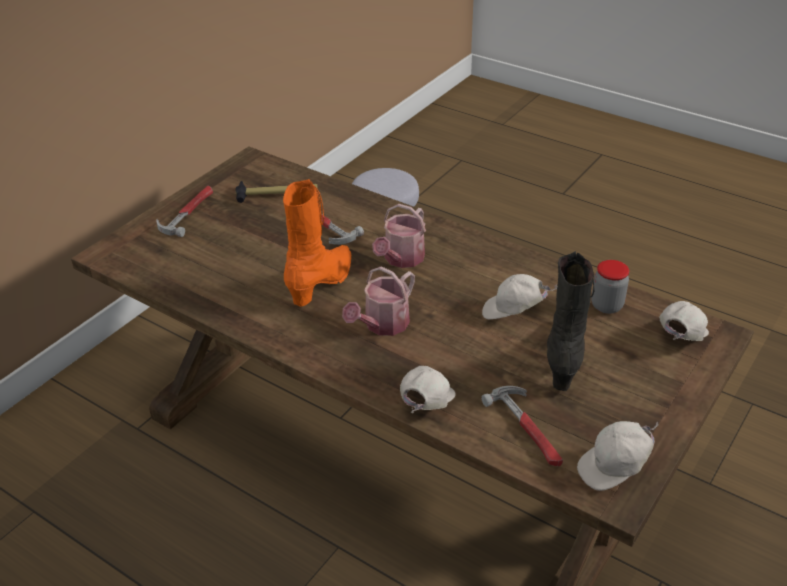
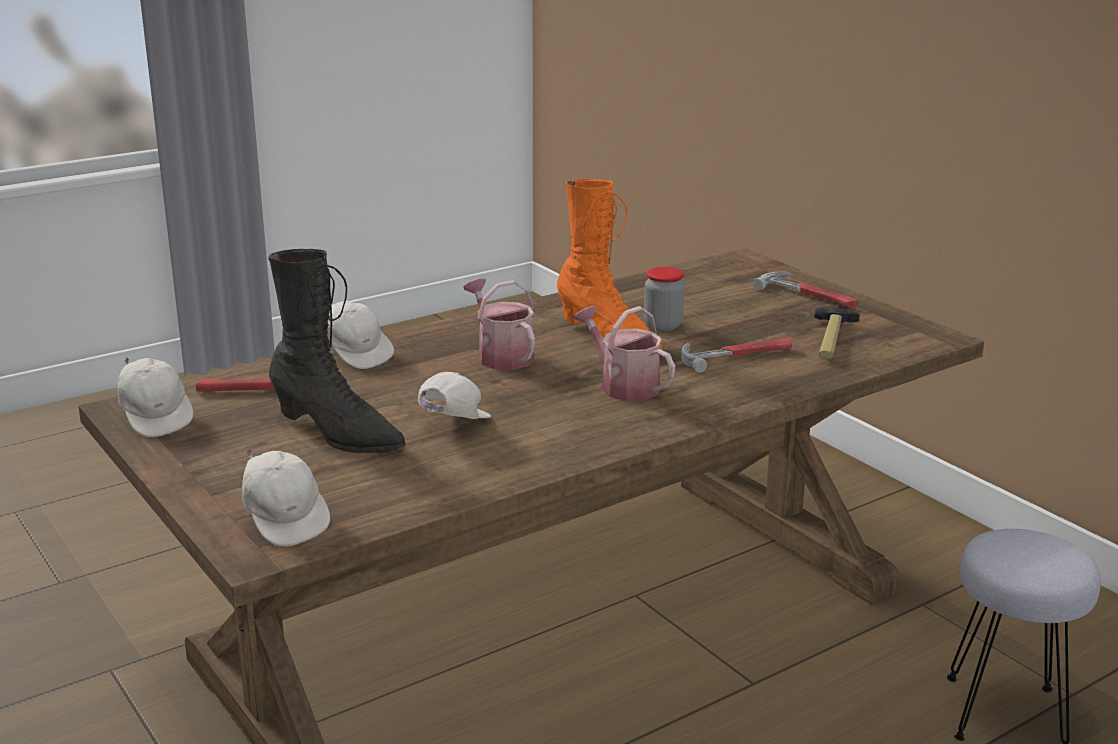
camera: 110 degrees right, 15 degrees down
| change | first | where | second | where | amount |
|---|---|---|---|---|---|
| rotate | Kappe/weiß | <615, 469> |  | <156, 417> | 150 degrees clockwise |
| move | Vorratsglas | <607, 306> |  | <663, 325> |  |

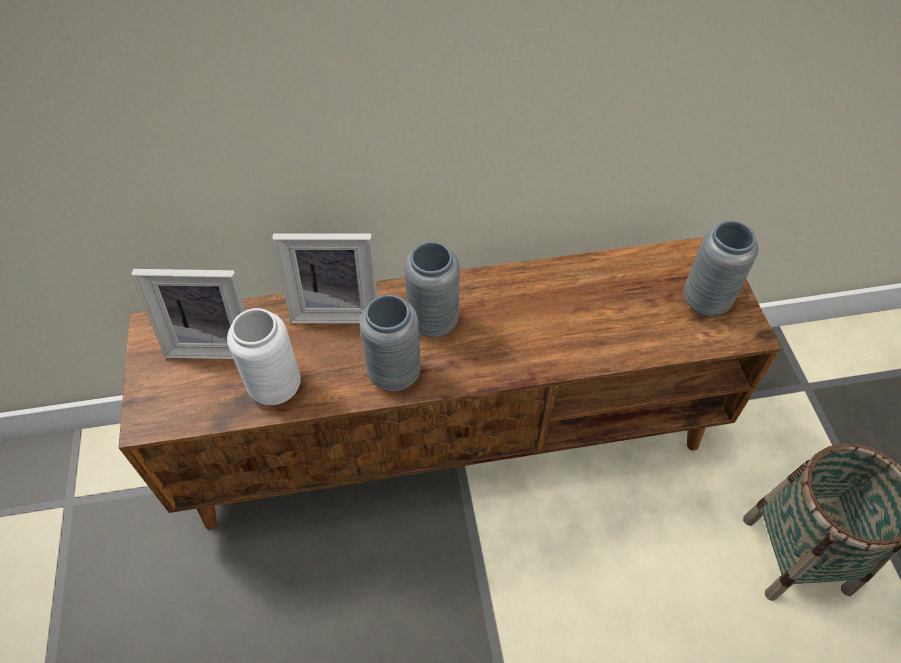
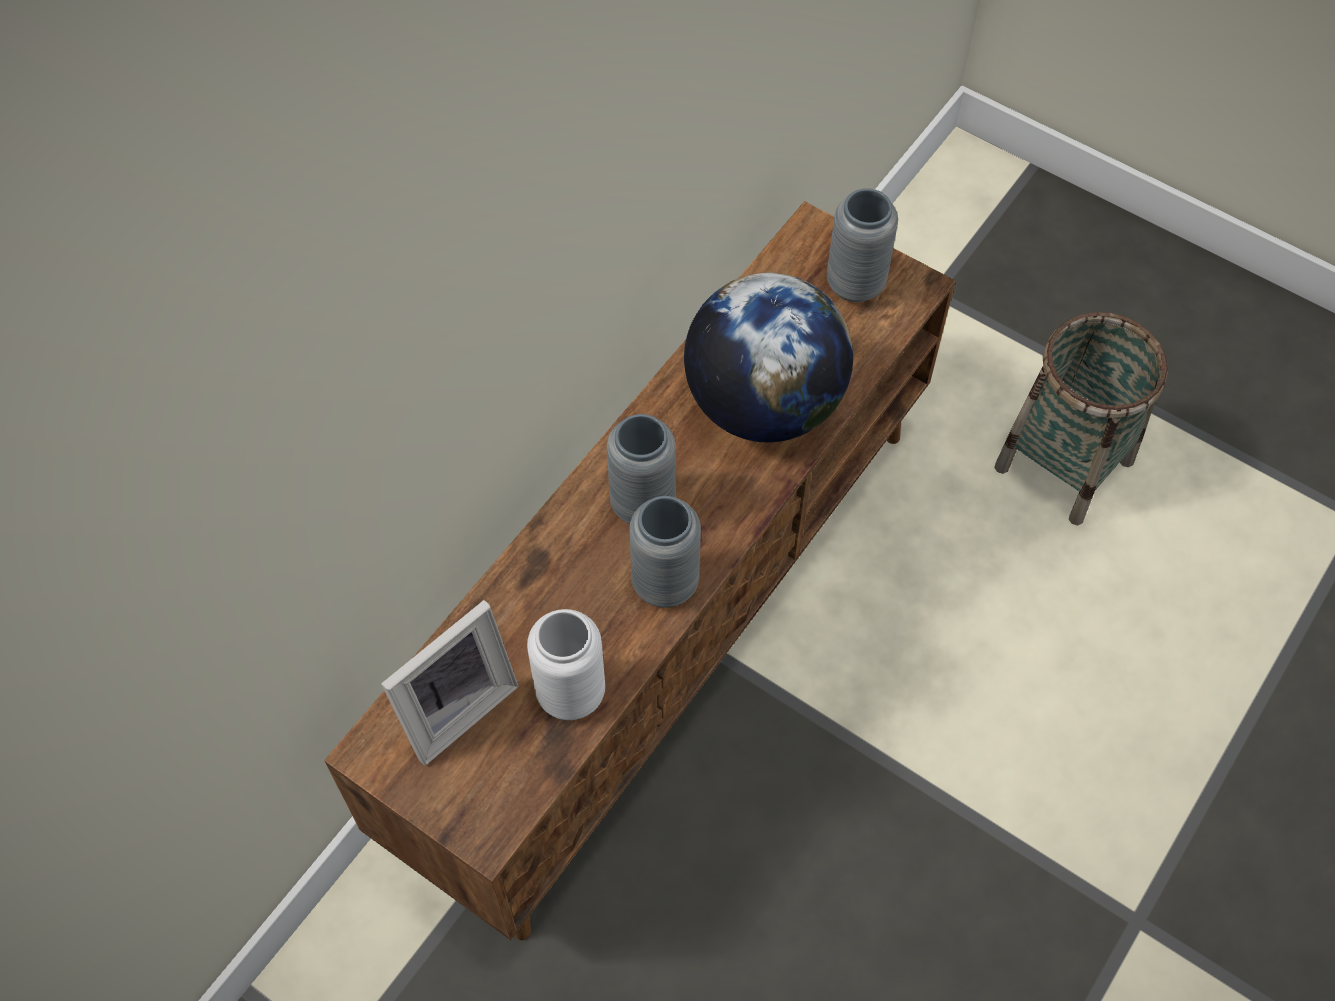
camera: 45 degrees left, 5 degrees up
| change | first | where | second | where | amount |
|---|---|---|---|---|---|
| delete | Bilderrahmen | <336, 307> |  |  |  |
| insert |  |  | Globus | <763, 405> |  |

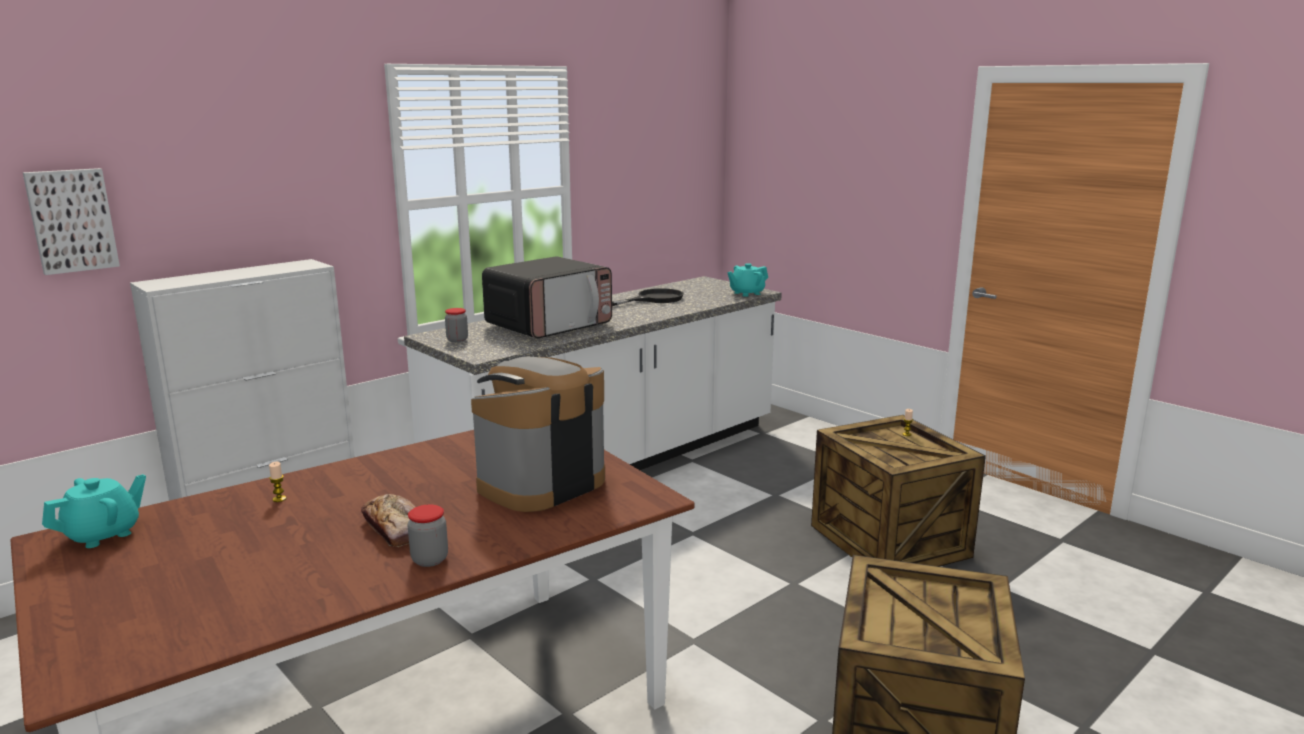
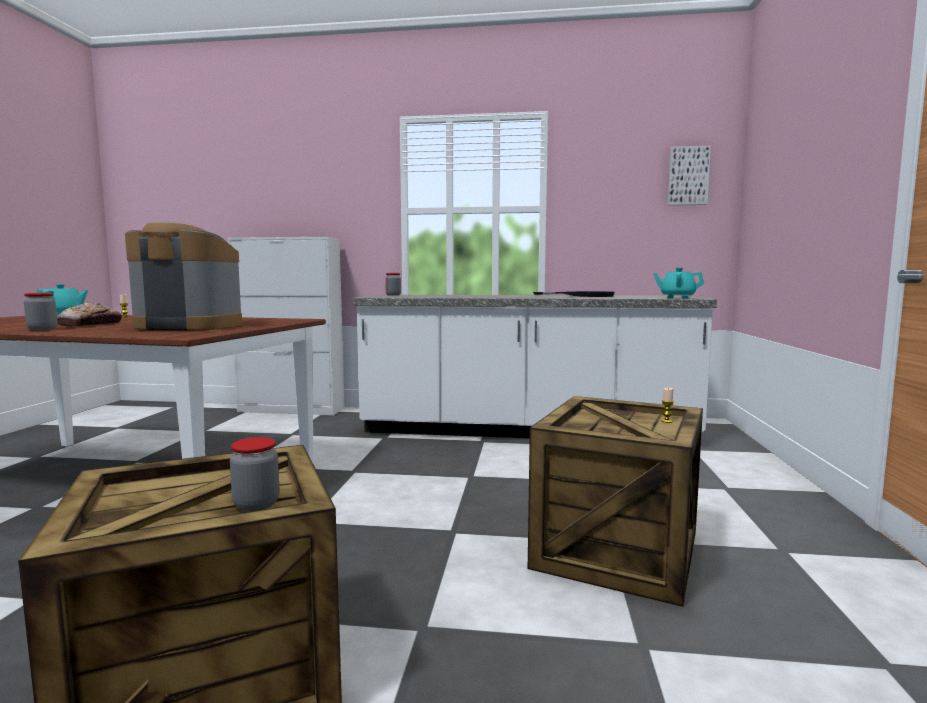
camera: 50 degrees right, 10 degrees down
| change | first | where | second | where | amount |
|---|---|---|---|---|---|
| move | Bild | <71, 220> |  | <688, 176> |  |
| delete | Mikrowelle | <549, 325> |  |  |  |
| insert |  |  | Vorratsglas | <256, 504> |  |

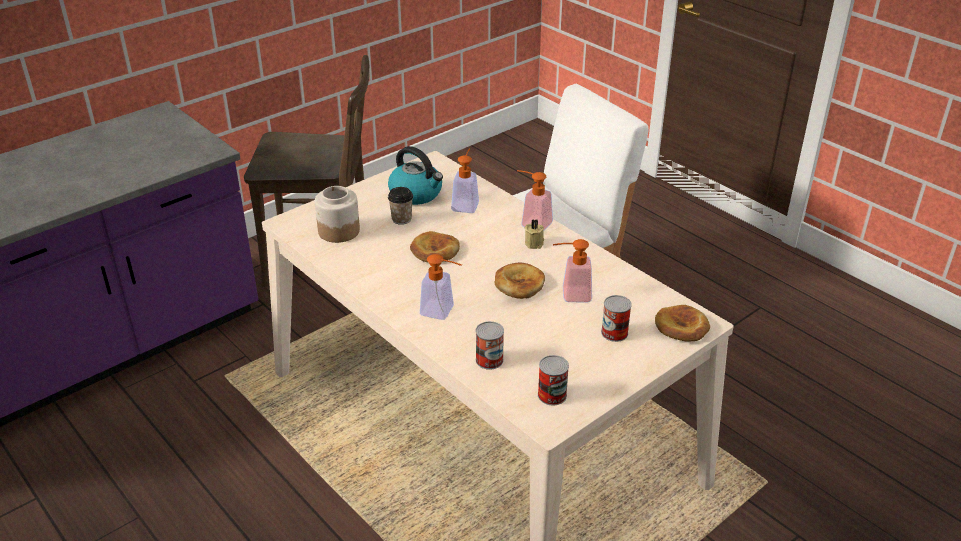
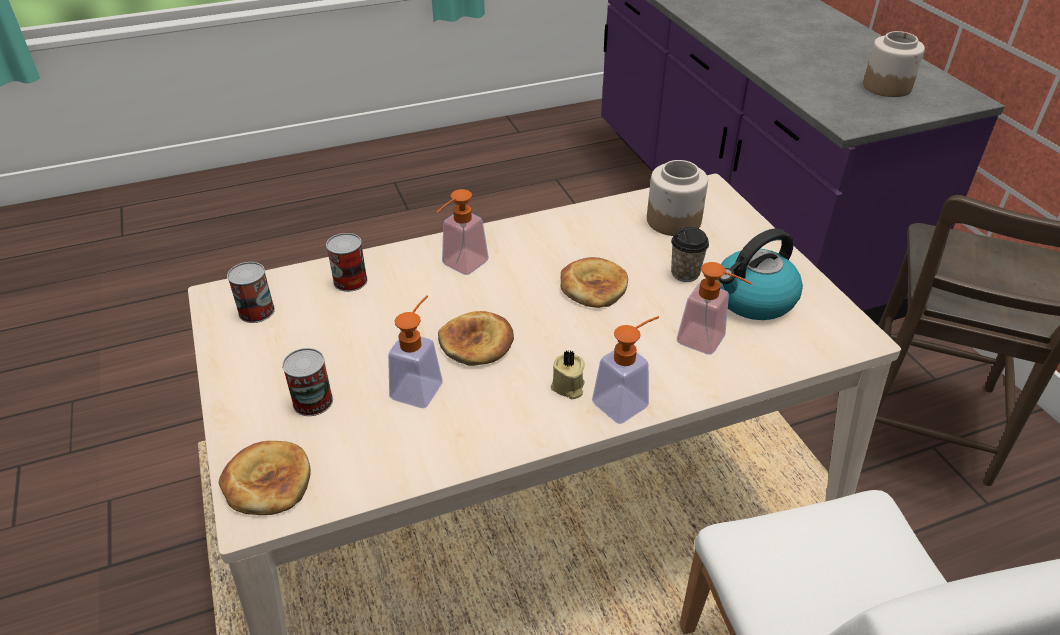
camera: 110 degrees right, 5 degrees up
| change | first | where | second | where | amount |
|---|---|---|---|---|---|
| insert |  |  | Vorratsglas | <887, 86> |  |

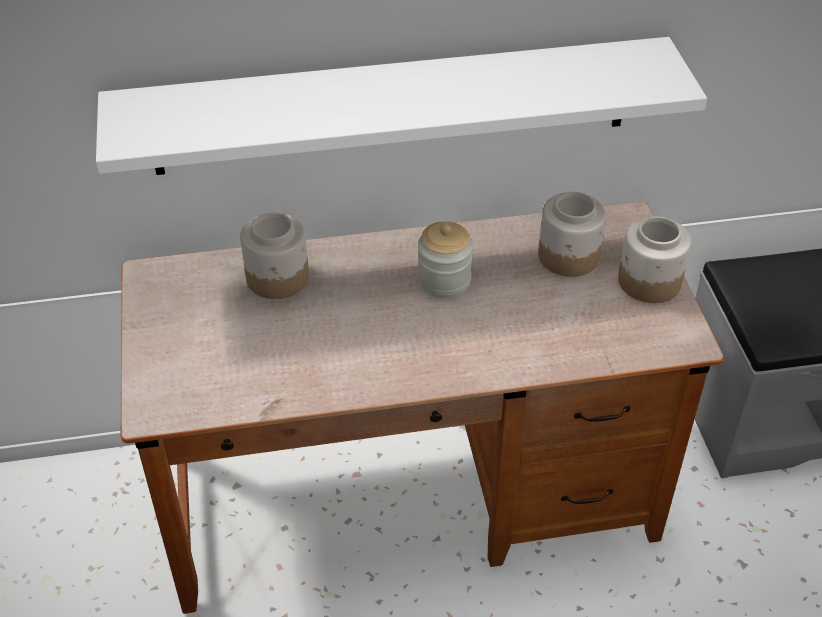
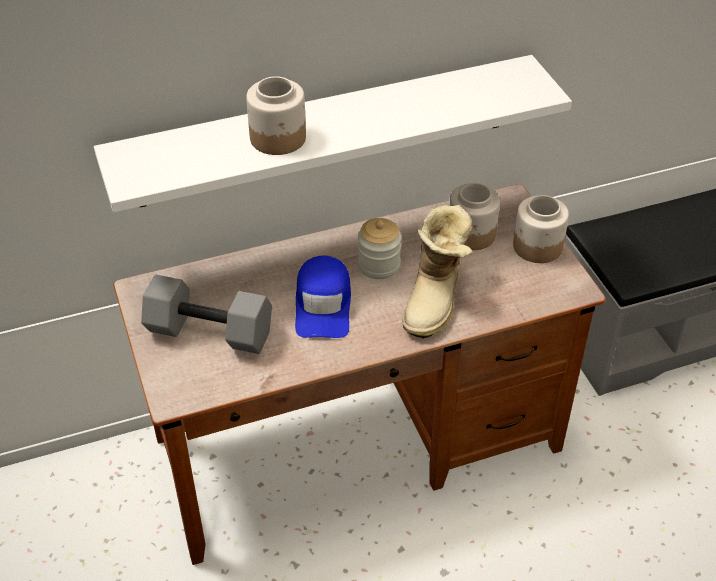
camera: 10 degrees left, 0 degrees up
| change | first | where | second | where | amount |
|---|---|---|---|---|---|
| move | Vorratsglas | <278, 278> |  | <278, 138> |  |
| insert |  |  | Hantel/grau | <208, 333> |  |
| insert |  |  | Kappe/blau | <323, 305> |  |
| insert |  |  | Stiefel | <436, 301> |  |

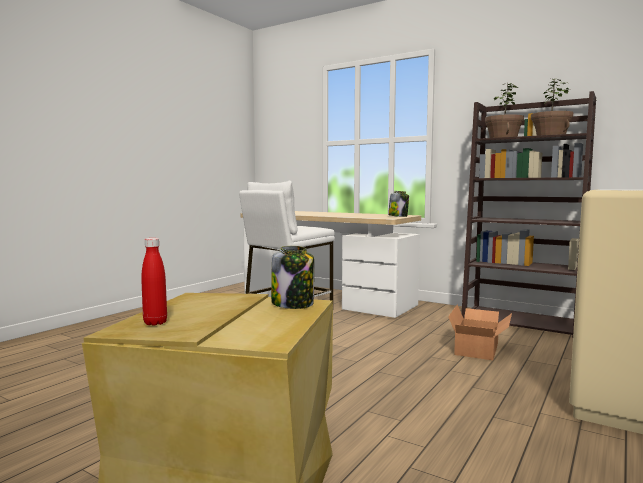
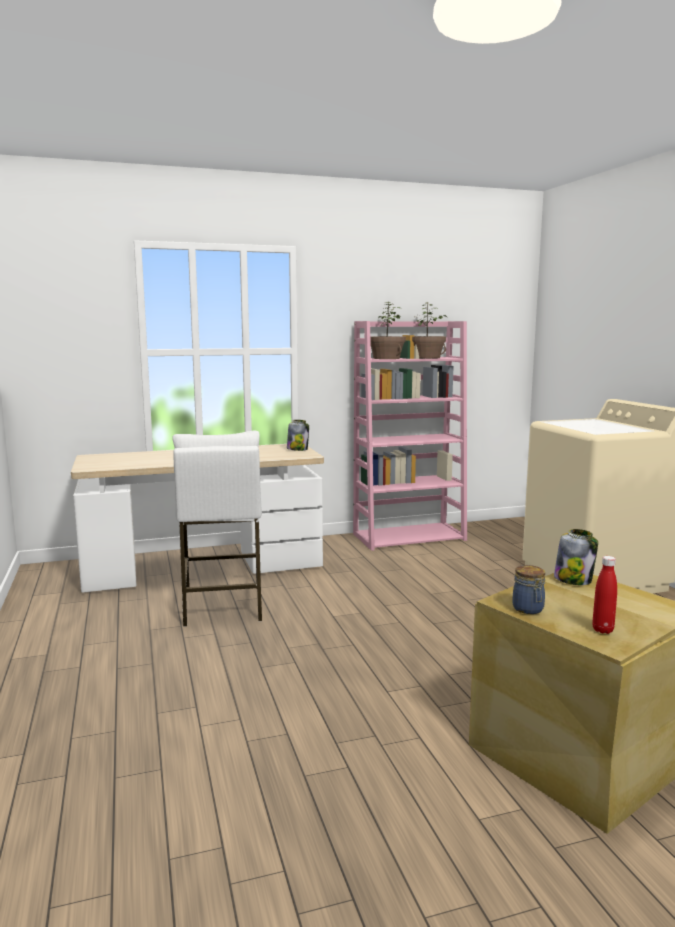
camera: 50 degrees left, 5 degrees up
| change | first | where | second | where | amount |
|---|---|---|---|---|---|
| delete | Karton | <479, 348> |  |  |  |
| recolor | Bücherregal/braun | <522, 322> | Bücherregal/rosa | <409, 537> |  |
| insert |  |  | Vorratsglas | <528, 609> |  |

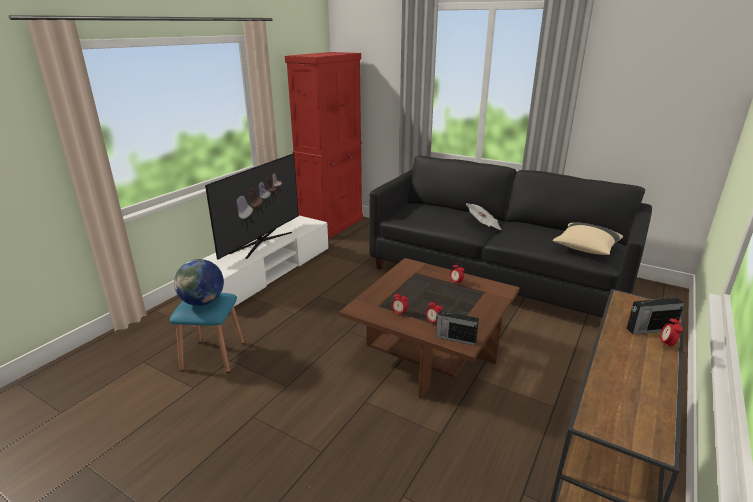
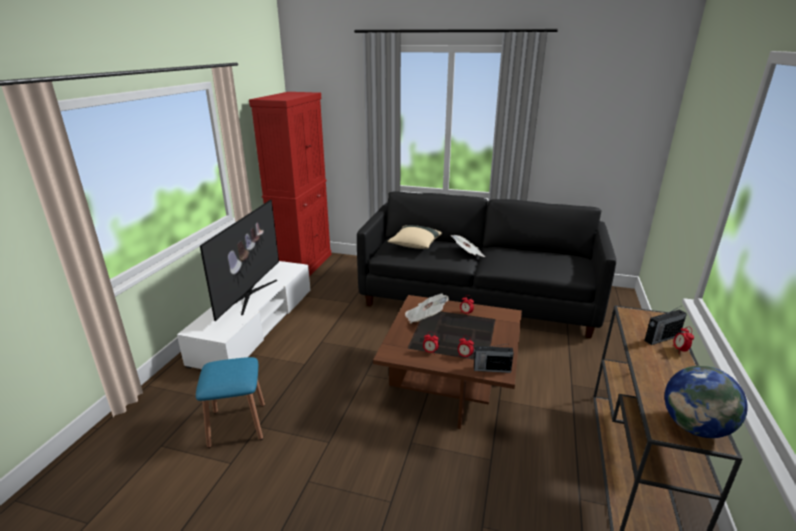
camera: 15 degrees left, 0 degrees up
| change | first | where | second | where | amount |
|---|---|---|---|---|---|
| move | Globus | <203, 302> |  | <695, 427> |  |
| move | Kissen/beige | <585, 249> |  | <414, 245> |  |
| insert |  |  | Zeitung | <425, 318> |  |

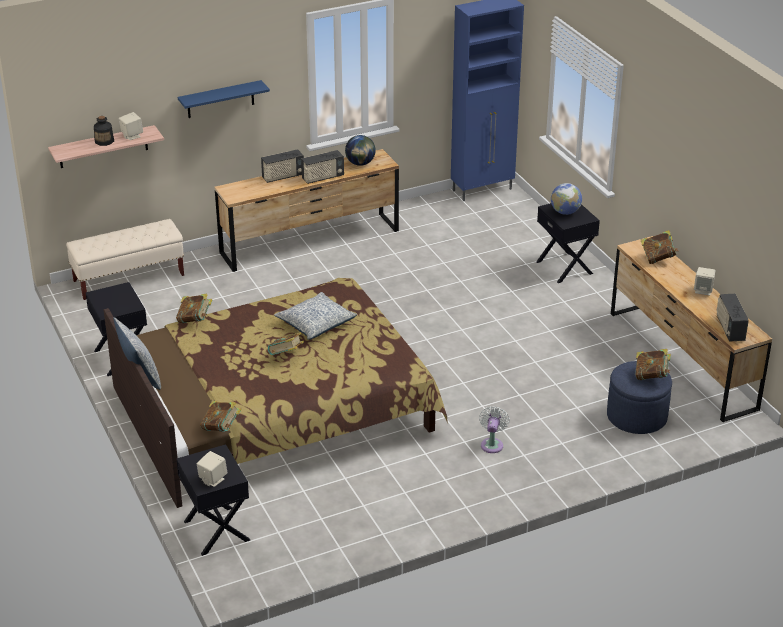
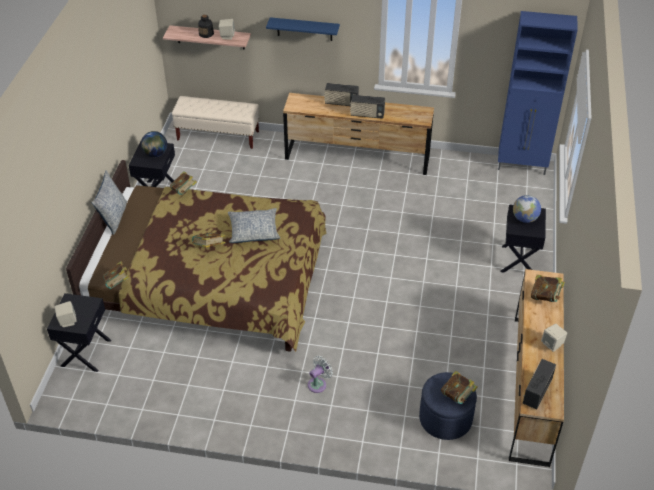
camera: 35 degrees right, 10 degrees up
| change | first | where | second | where | amount |
|---|---|---|---|---|---|
| move | Globus | <360, 163> |  | <155, 154> |  |

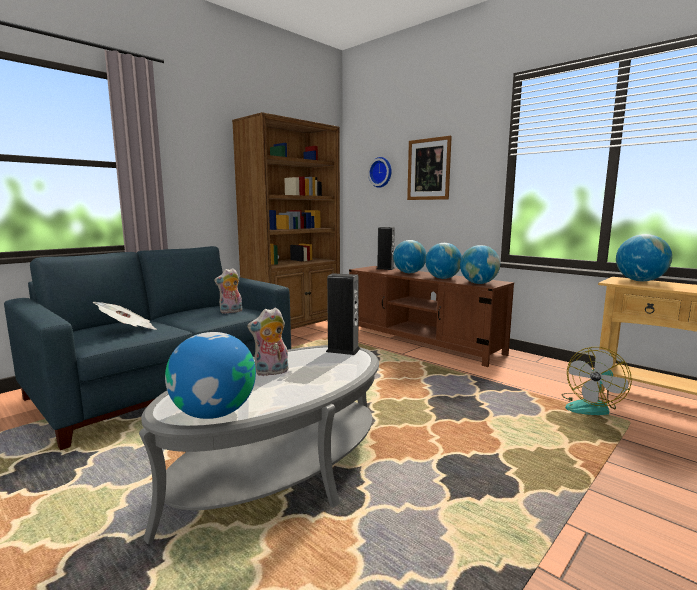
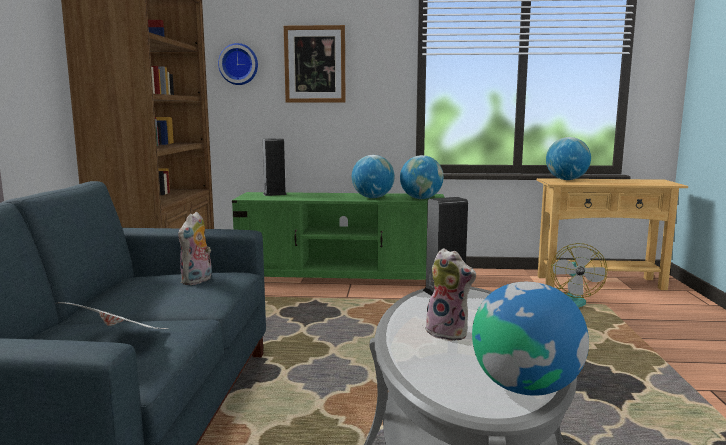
camera: 40 degrees left, 0 degrees up
| change | first | where | second | where | amount |
|---|---|---|---|---|---|
| rotate | Plüschtier | <271, 372> |  | <449, 333> | 75 degrees counterclockwise |
| recolor | Fernsehschrank/braun | <421, 342> | Fernsehschrank/grün | <342, 279> |  |
| delete | Globus | <409, 273> |  |  |  |

